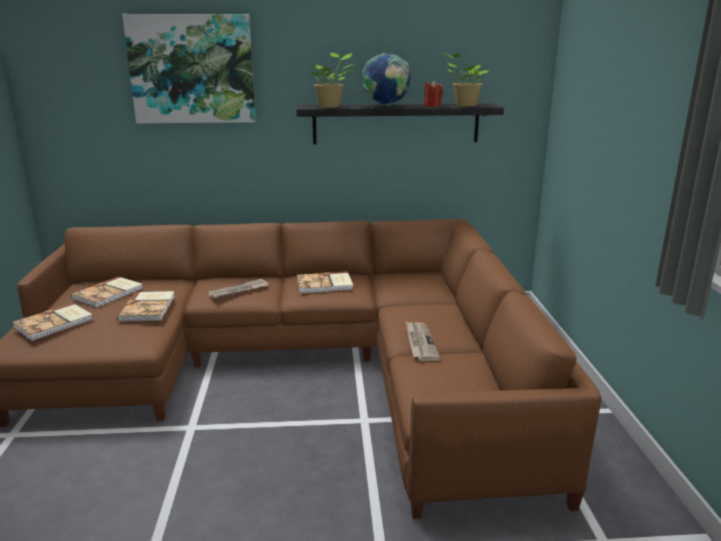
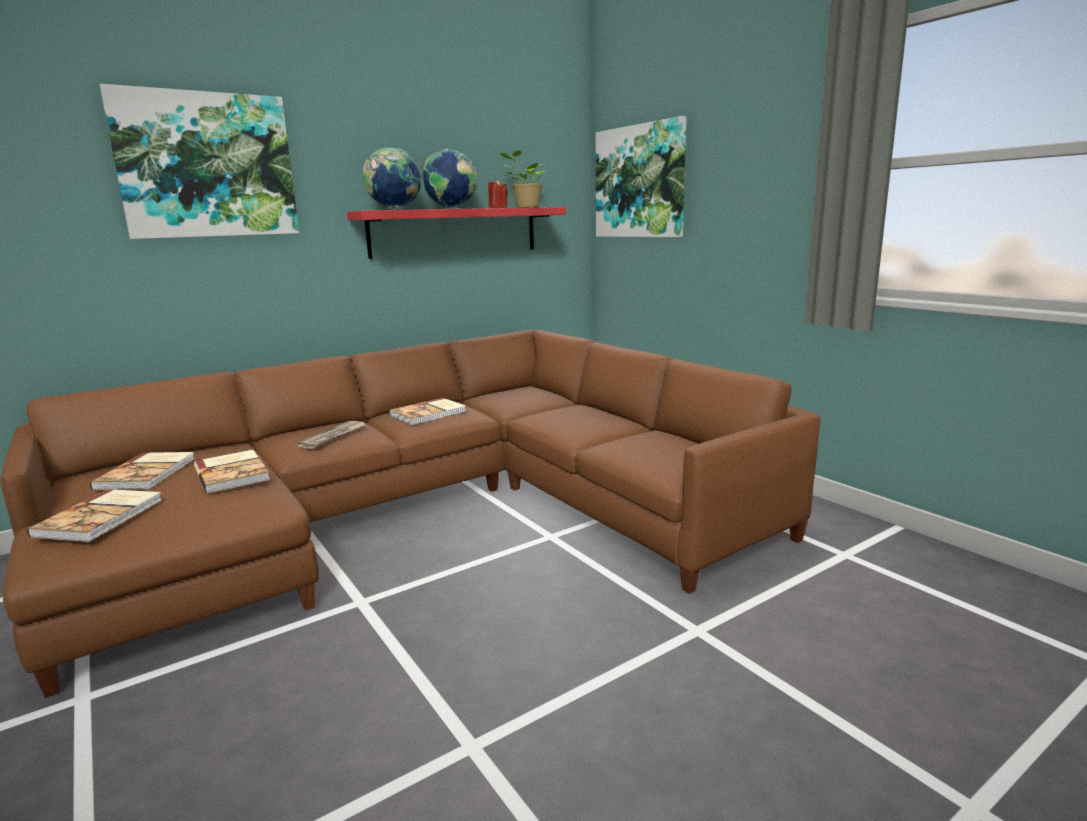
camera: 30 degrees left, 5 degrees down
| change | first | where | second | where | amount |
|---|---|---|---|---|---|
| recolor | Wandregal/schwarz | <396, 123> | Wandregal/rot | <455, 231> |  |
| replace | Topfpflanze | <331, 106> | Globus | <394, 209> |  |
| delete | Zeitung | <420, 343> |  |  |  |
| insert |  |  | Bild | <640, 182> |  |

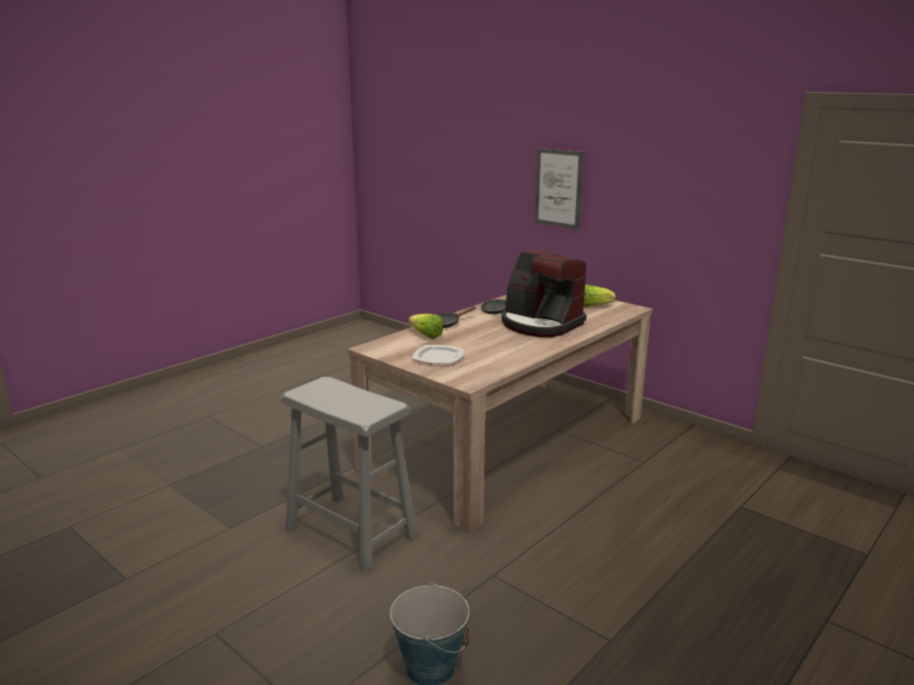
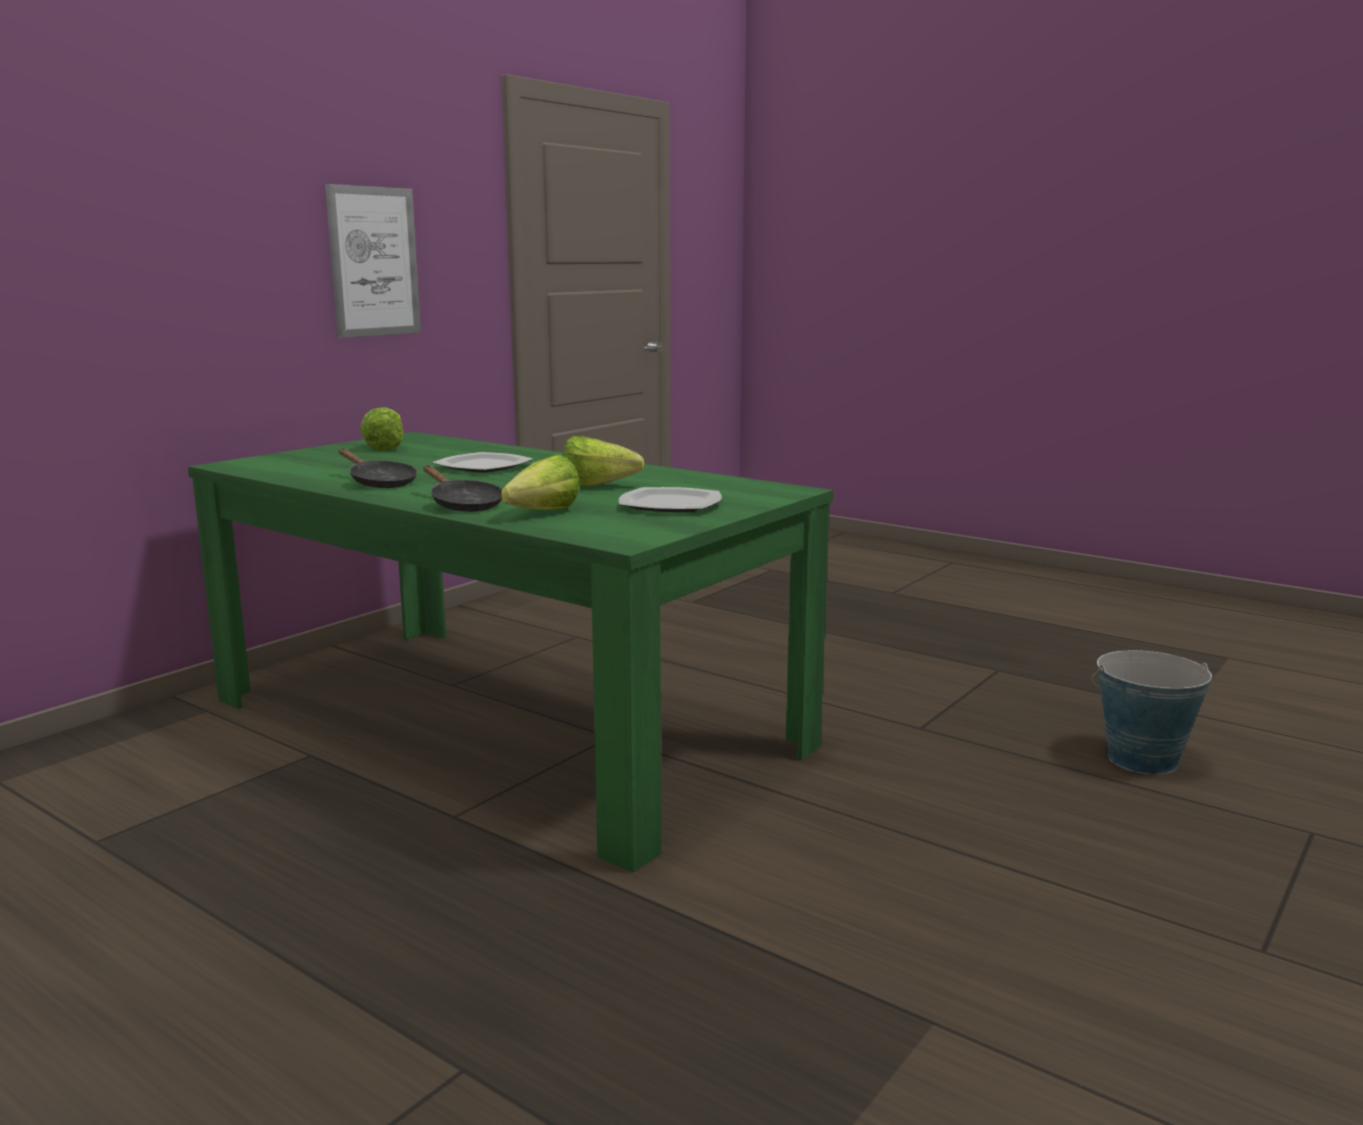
camera: 95 degrees left, 5 degrees down
| change | first | where | second | where | amount |
|---|---|---|---|---|---|
| delete | Hocker/grau | <350, 531> |  |  |  |
| recolor | Esstisch/beige | <508, 444> | Esstisch/grün | <504, 723> |  |
| replace | Kaffeemaschine | <540, 324> | Teller | <483, 466> |  |
| move | Bild | <558, 188> |  | <374, 262> |  |
| insert |  |  | Salatkopf | <604, 486> |  |

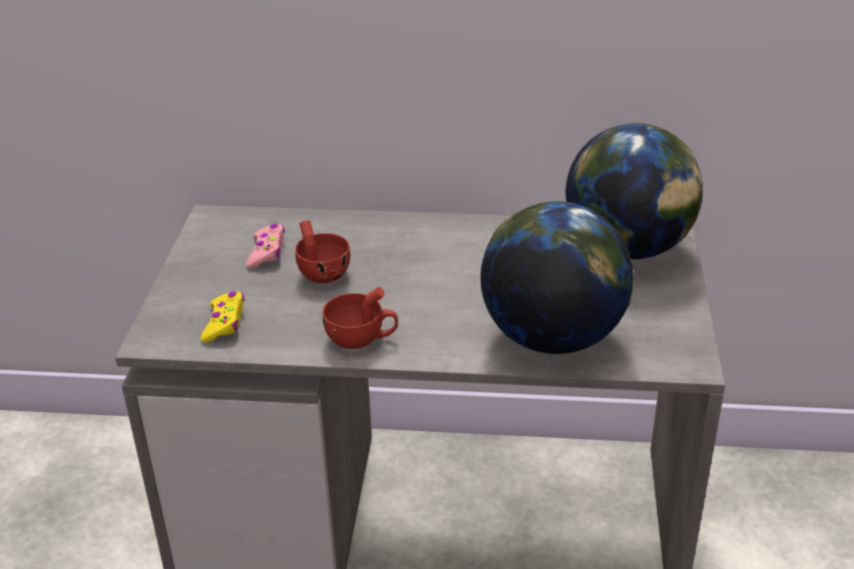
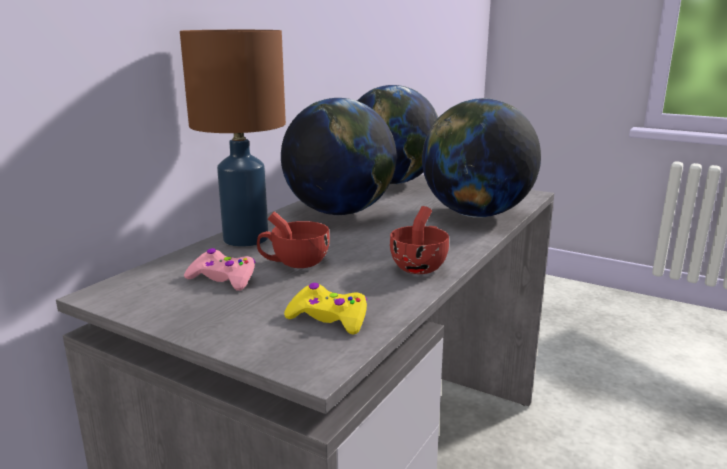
camera: 65 degrees left, 15 degrees down
| change | first | where | second | where | amount |
|---|---|---|---|---|---|
| insert |  |  | Tischlampe/braun | <247, 239> |  |
| insert |  |  | Globus | <340, 213> |  |

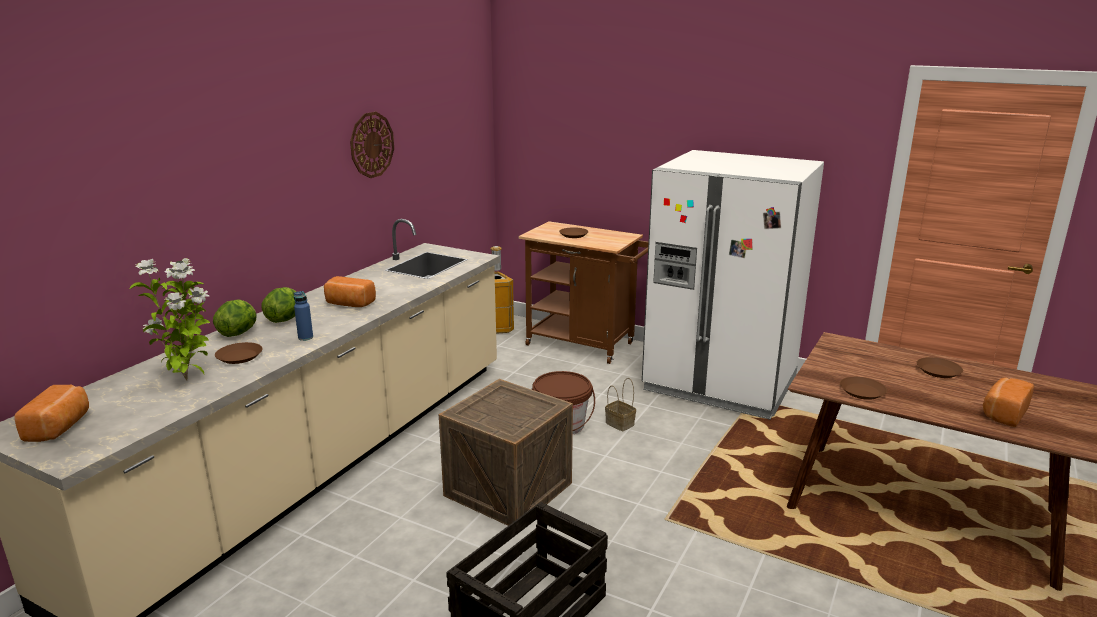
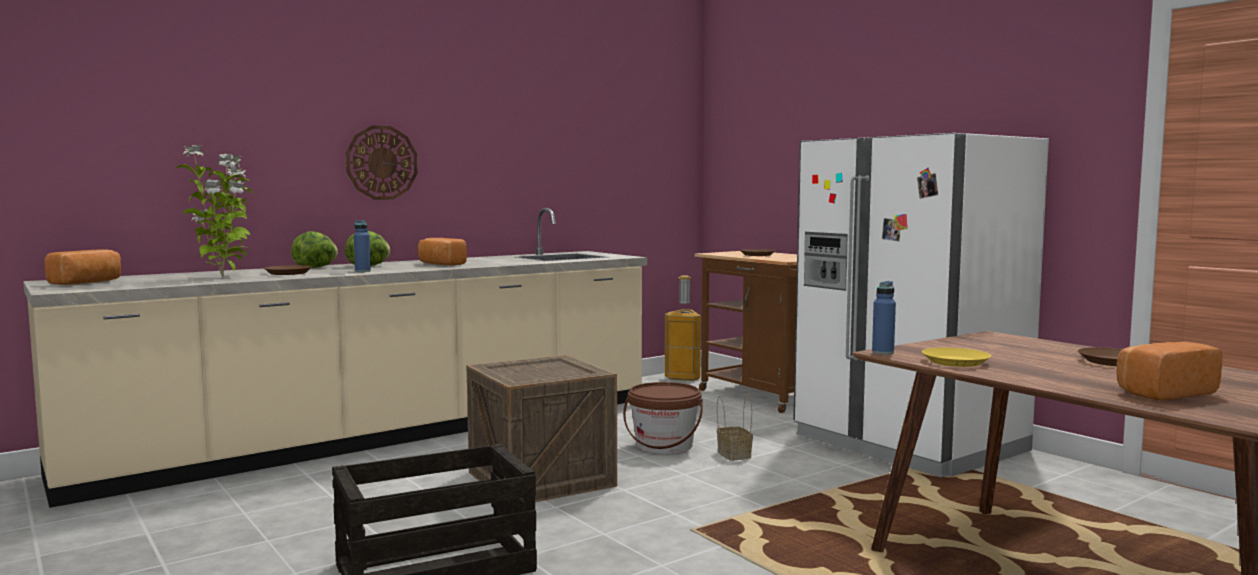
camera: 25 degrees right, 15 degrees down
| change | first | where | second | where | amount |
|---|---|---|---|---|---|
| move | Wanduhr | <371, 145> |  | <381, 162> |  |
| recolor | Teller/braun | <862, 391> | Teller/gelb | <955, 362> |  |
| insert |  |  | Flasche/blau | <882, 352> |  |

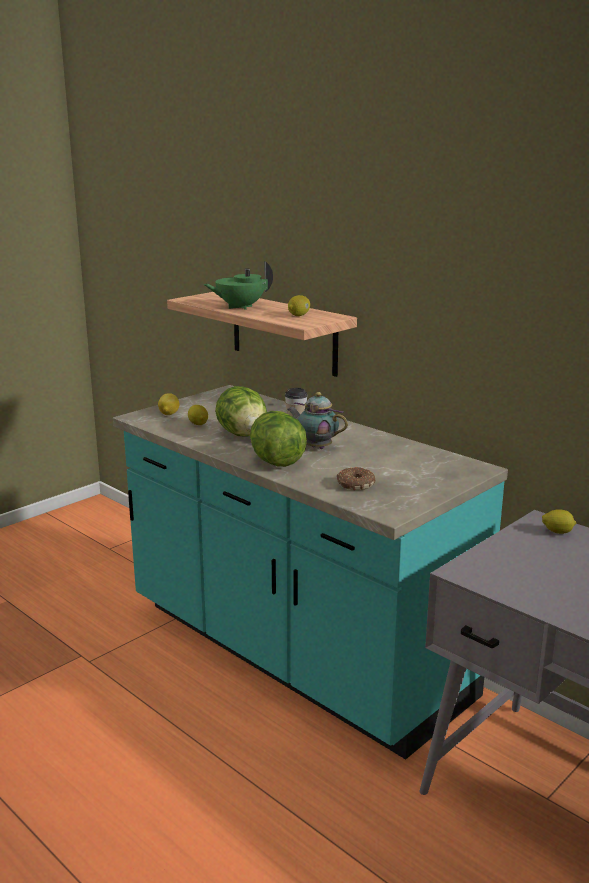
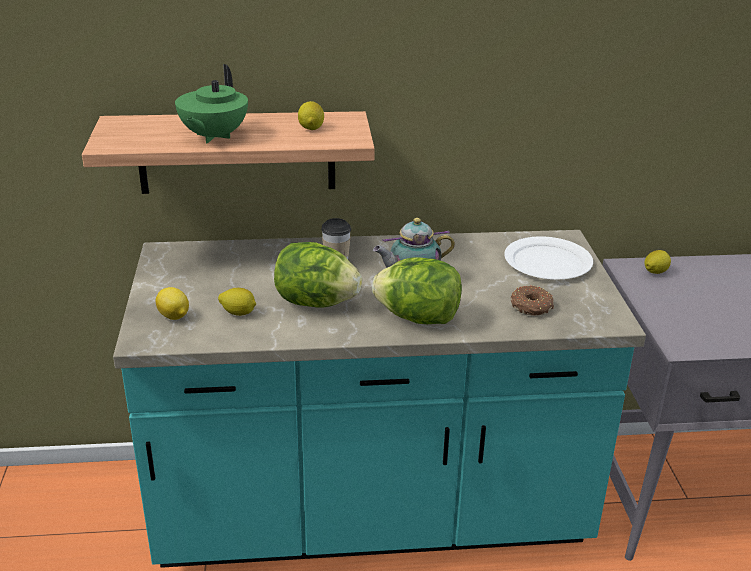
camera: 50 degrees left, 10 degrees up
| change | first | where | second | where | amount |
|---|---|---|---|---|---|
| insert |  |  | Teller/weiß | <547, 262> |  |

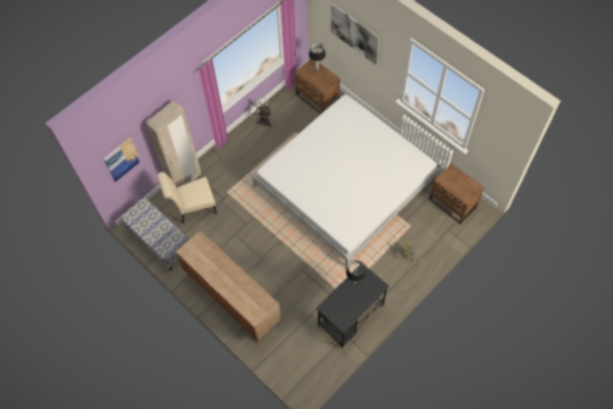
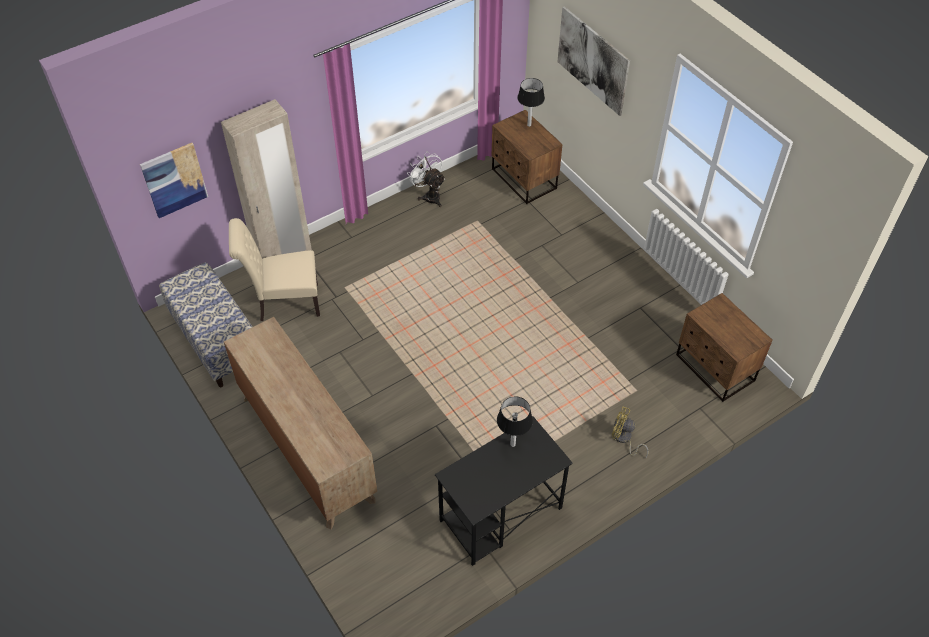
camera: 10 degrees right, 10 degrees down
| change | first | where | second | where | amount |
|---|---|---|---|---|---|
| delete | Bett/weiß | <345, 182> |  |  |  |

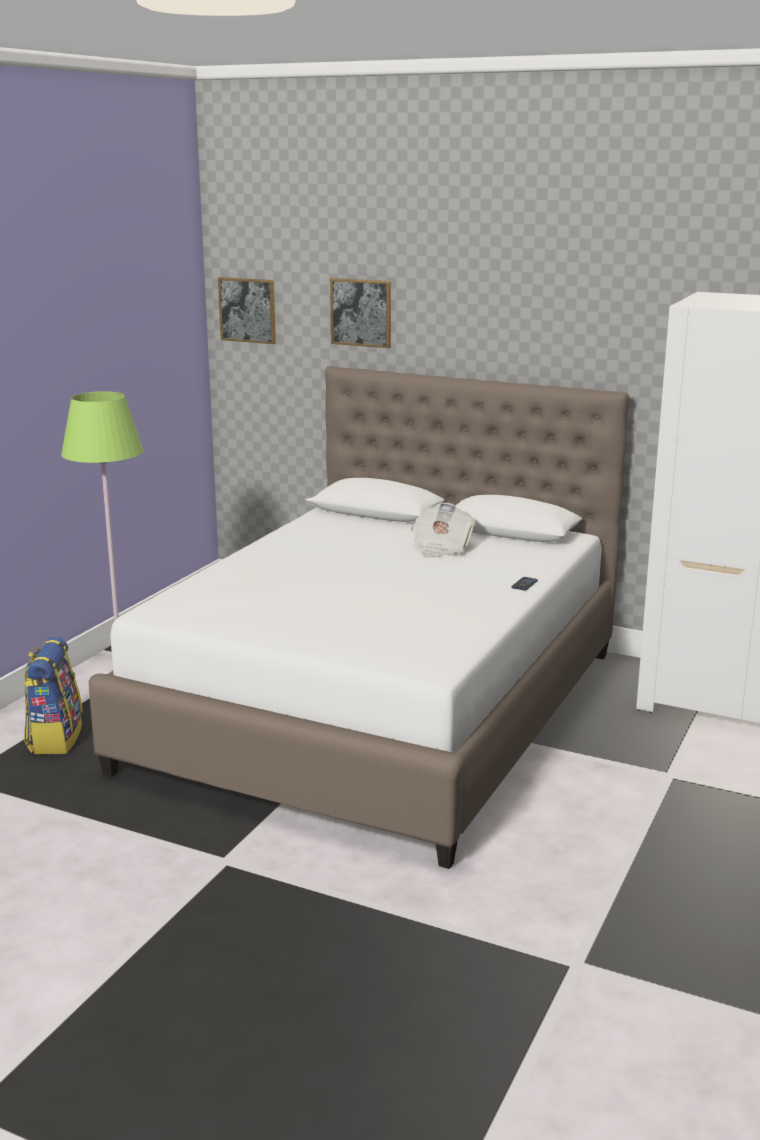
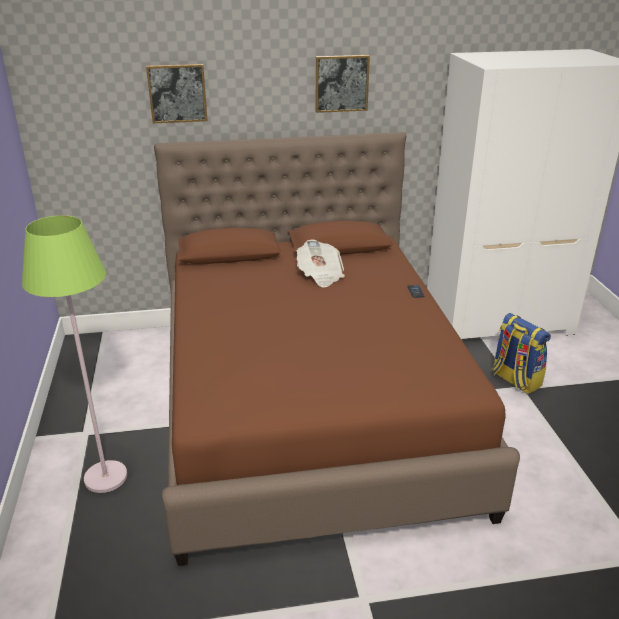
camera: 35 degrees left, 10 degrees up
| change | first | where | second | where | amount |
|---|---|---|---|---|---|
| move | Rucksack | <54, 738> |  | <515, 380> |  |
| recolor | Bett/weiß | <381, 709> | Bett/braun | <309, 407> |  |
| move | Bild | <248, 310> |  | <341, 83> |  |

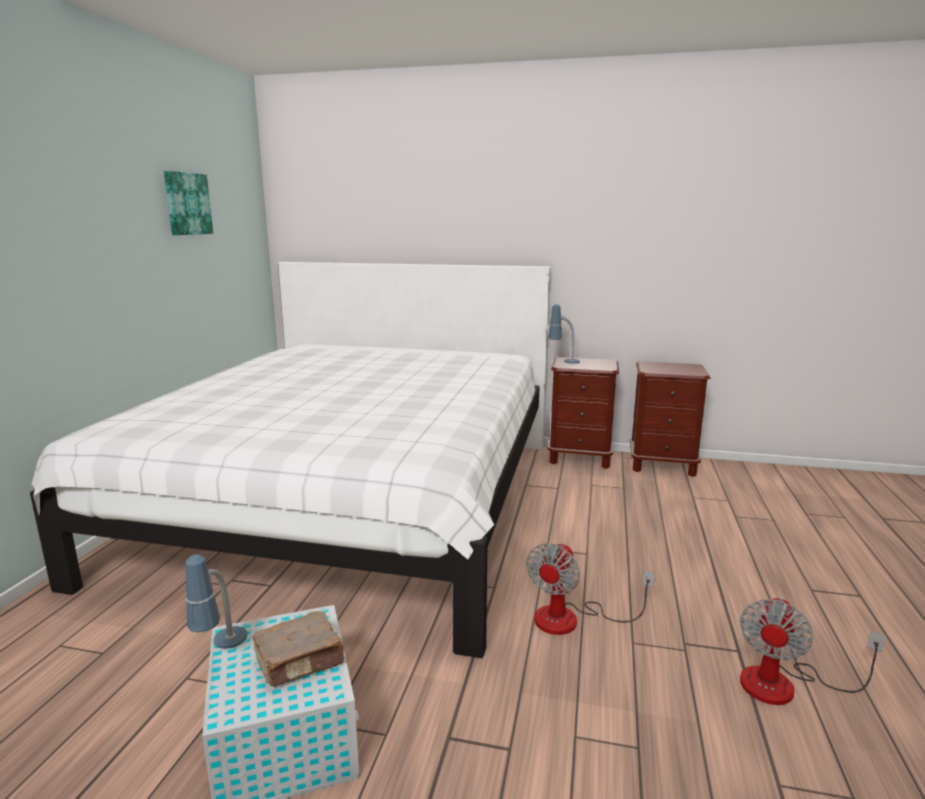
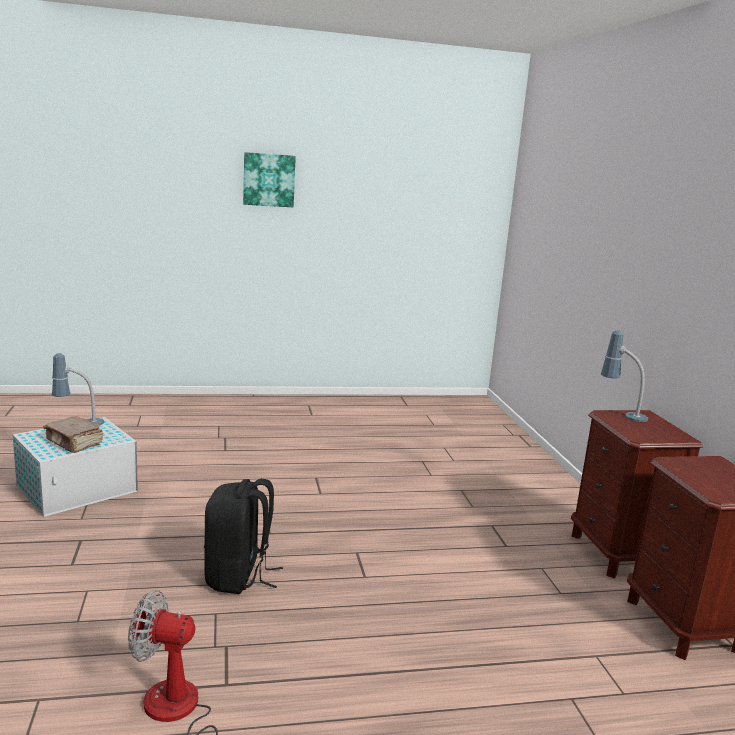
camera: 65 degrees right, 0 degrees up
| change | first | where | second | where | amount |
|---|---|---|---|---|---|
| delete | Bett/weiß | <353, 503> |  |  |  |
| move | Bild | <187, 204> |  | <269, 180> |  |
| replace | Ventilator | <571, 619> | Rucksack/schwarz | <238, 577> |  |

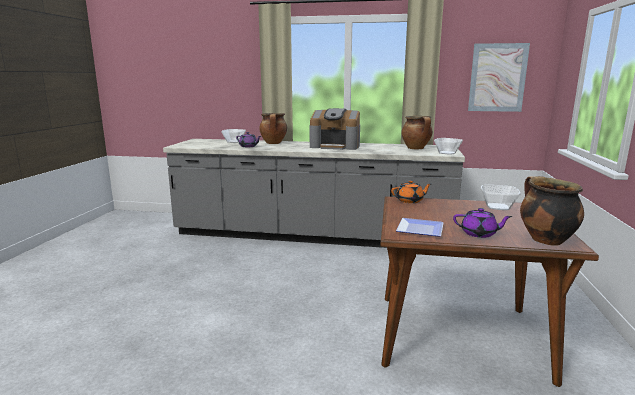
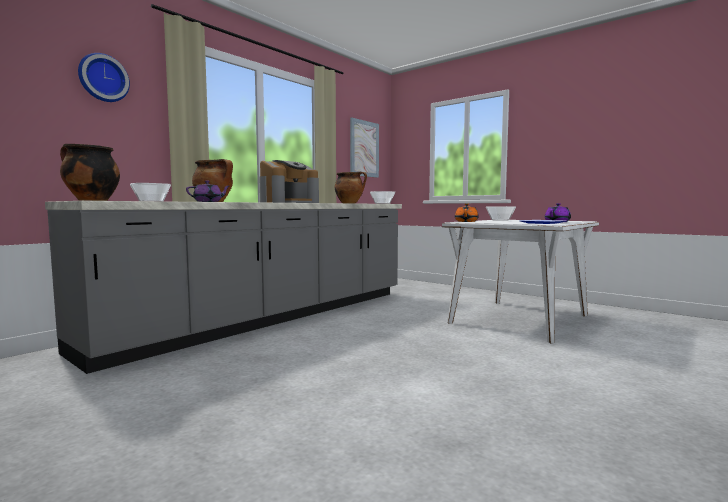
camera: 60 degrees left, 10 degrees down
| change | first | where | second | where | amount |
|---|---|---|---|---|---|
| recolor | Esstisch/braun | <459, 335> | Esstisch/weiß | <519, 319> |  |
| move | Kochtopf | <544, 239> |  | <91, 200> |  |
| insert |  |  | Wanduhr | <103, 78> |  |

